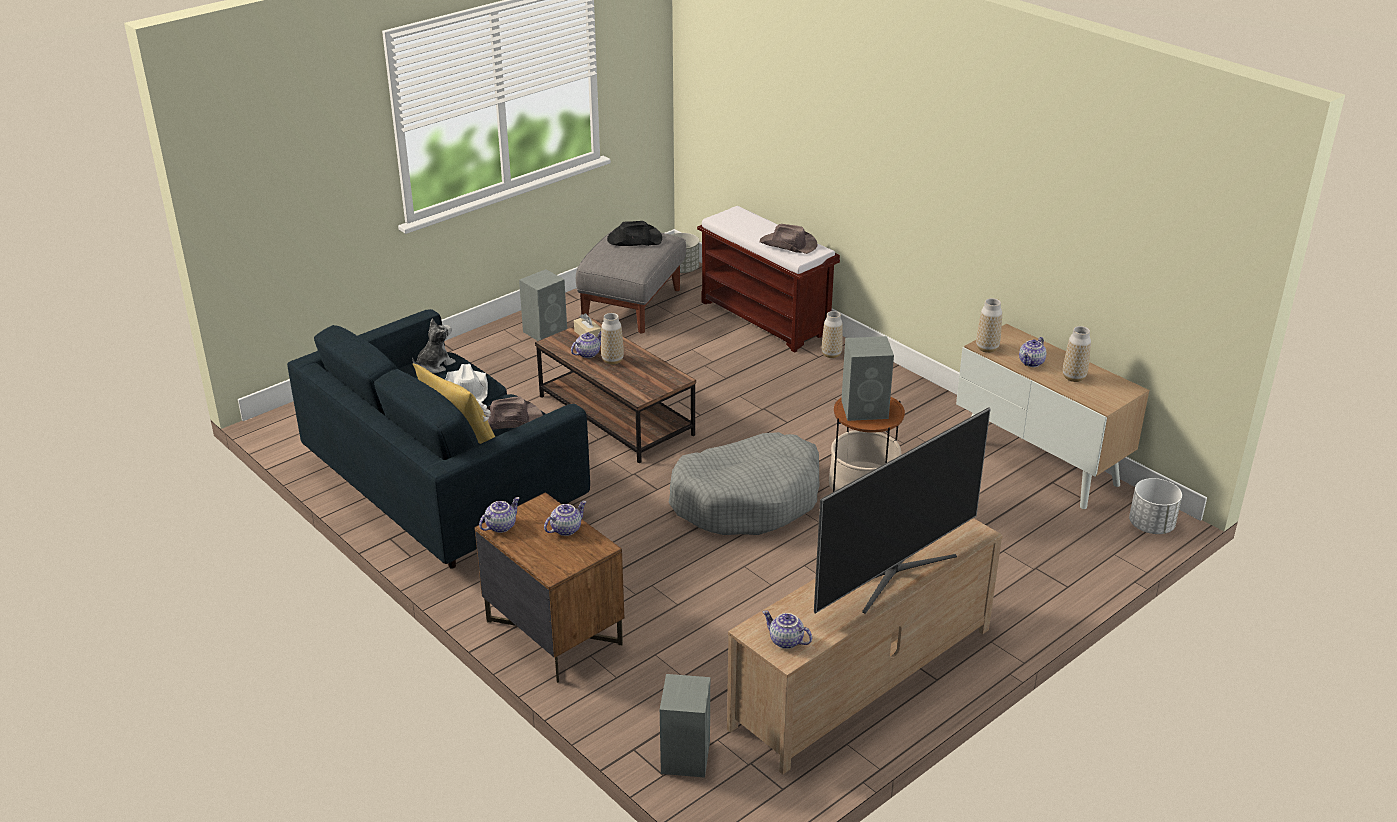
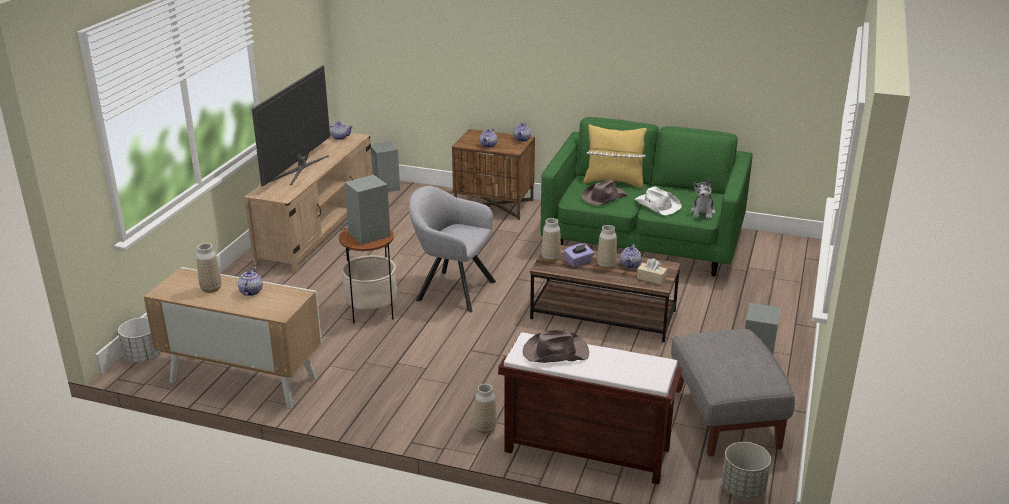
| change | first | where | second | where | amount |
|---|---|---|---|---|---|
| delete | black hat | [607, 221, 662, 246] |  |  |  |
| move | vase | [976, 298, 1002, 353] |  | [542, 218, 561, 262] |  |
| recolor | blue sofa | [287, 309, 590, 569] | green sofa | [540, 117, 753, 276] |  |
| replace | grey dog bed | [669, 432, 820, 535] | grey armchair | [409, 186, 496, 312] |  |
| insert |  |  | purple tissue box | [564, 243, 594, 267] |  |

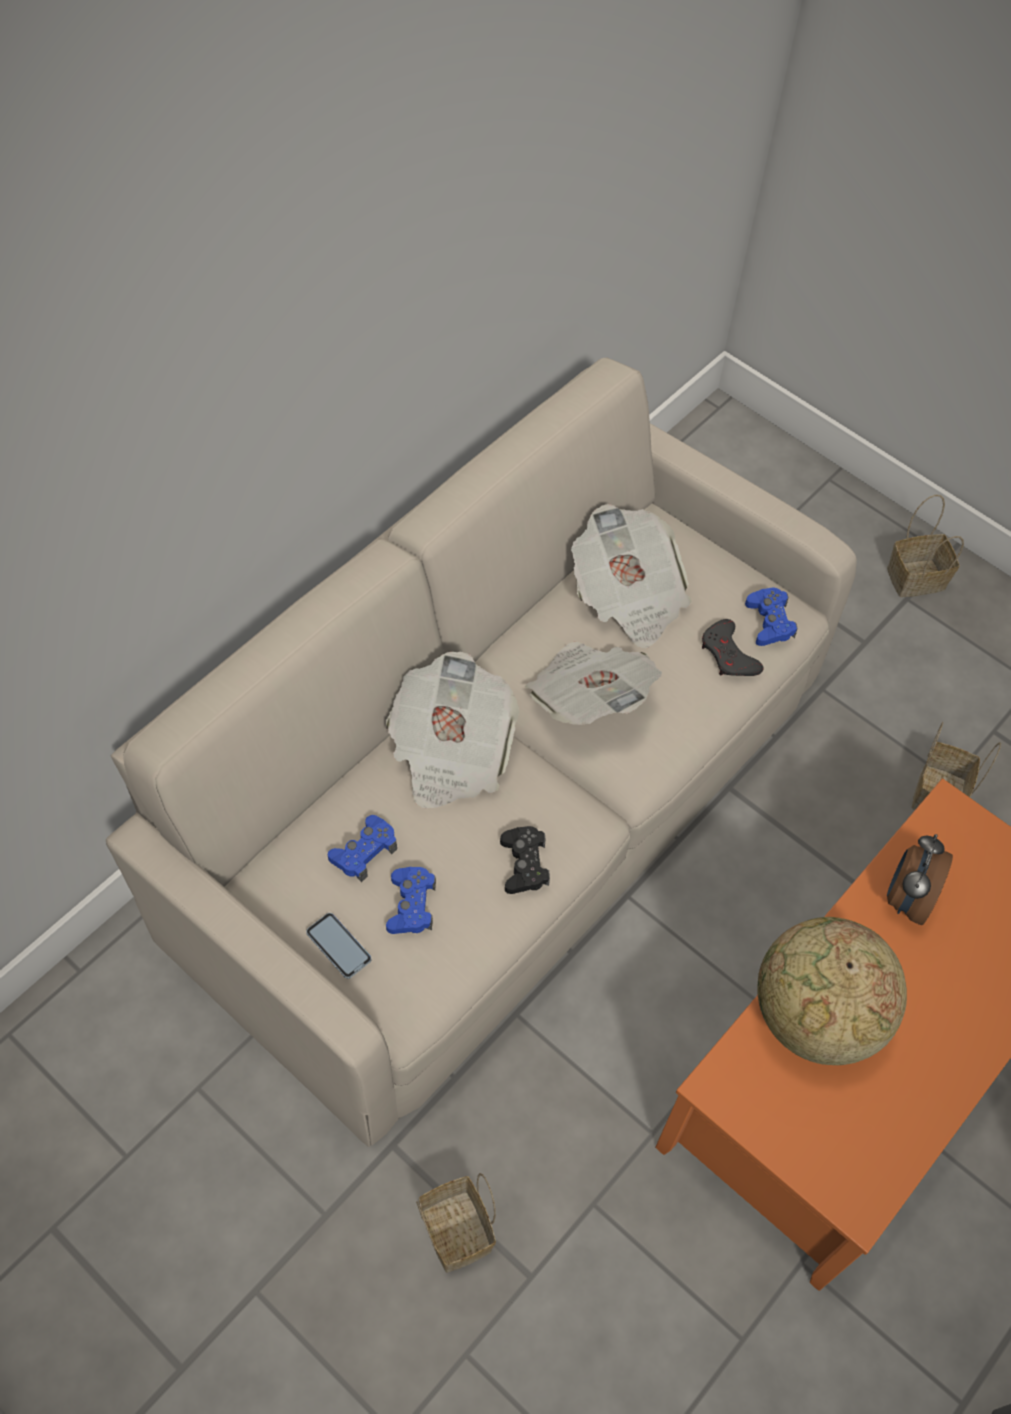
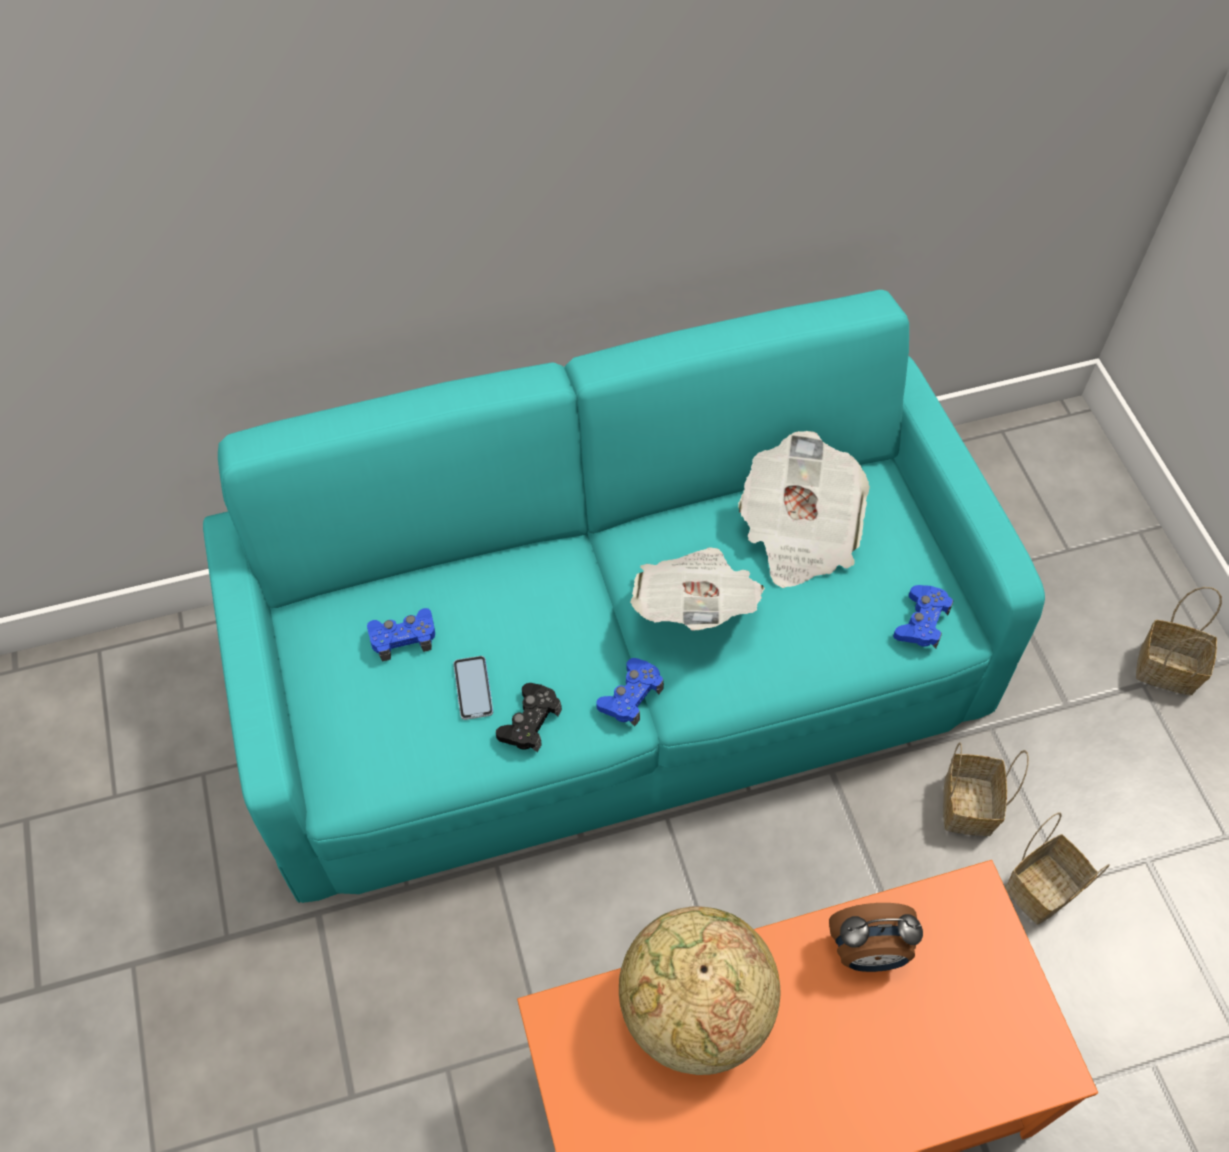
| change | first | where | second | where | amount |
|---|---|---|---|---|---|
| recolor | beige sofa | [106, 358, 857, 1147] | turquoise sofa | [203, 290, 1045, 903] |  |
| delete | grey game controller | [702, 619, 764, 676] |  |  |  |
| delete | newspaper | [386, 652, 520, 809] |  |  |  |
| rotate | alarm clock | [887, 834, 953, 925] |  | [829, 903, 923, 972] | 150 degrees counterclockwise |
| move | blue game controller | [386, 867, 436, 934] |  | [596, 658, 664, 726] |  |
| move | phone | [306, 913, 372, 979] |  | [453, 656, 493, 720] |  |
| move | basket | [416, 1173, 496, 1273] |  | [943, 742, 1029, 836] |  |

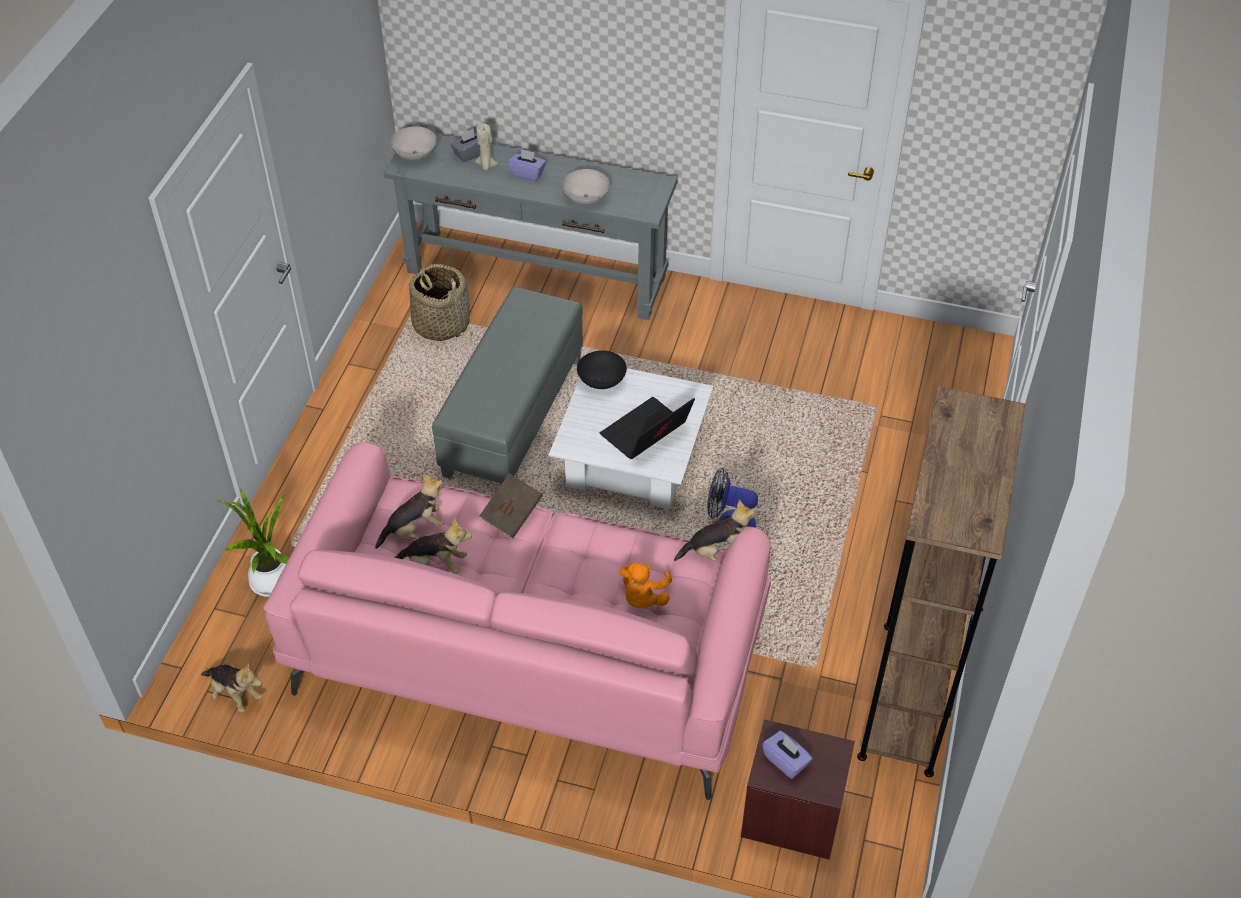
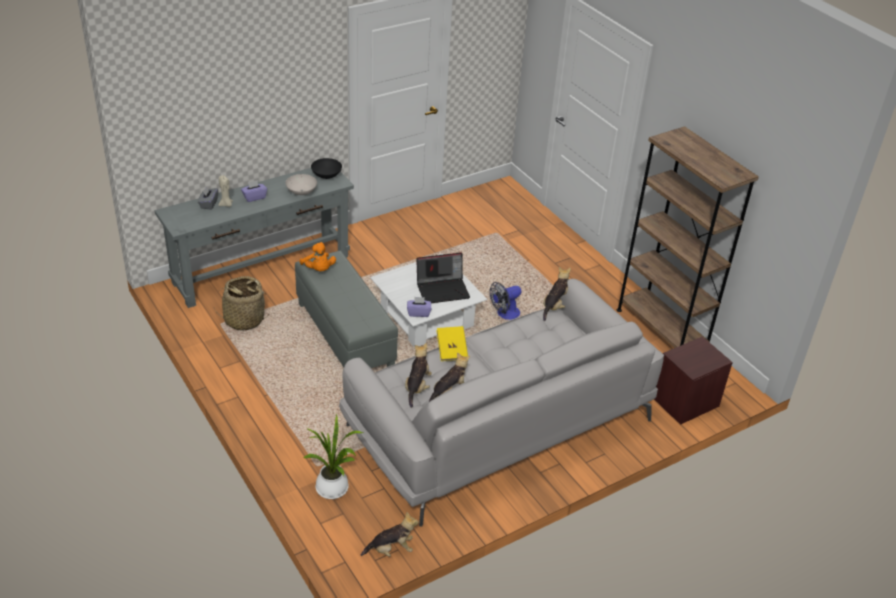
| change | first | where | second | where | amount |
|---|---|---|---|---|---|
| delete | white bowl | [390, 126, 437, 160] |  |  |  |
| move | black bowl | [577, 351, 627, 389] |  | [311, 158, 342, 179] |  |
| rotate | laptop | [600, 397, 695, 459] |  | [416, 253, 470, 303] | 105 degrees counterclockwise |
| recolor | pink sofa | [263, 442, 771, 800] | grey sofa | [339, 279, 664, 526] |  |
| recolor | brown book | [480, 474, 543, 538] | yellow book | [436, 326, 468, 361] |  |
| move | orange plush toy | [619, 563, 672, 608] |  | [300, 242, 336, 271] |  |
| move | purple tissue box | [762, 731, 813, 779] |  | [407, 297, 431, 317] |  |

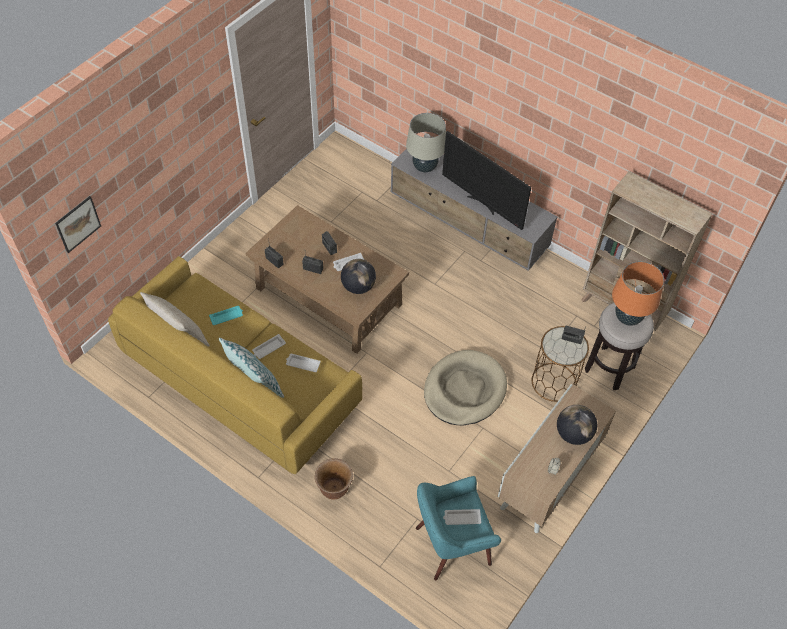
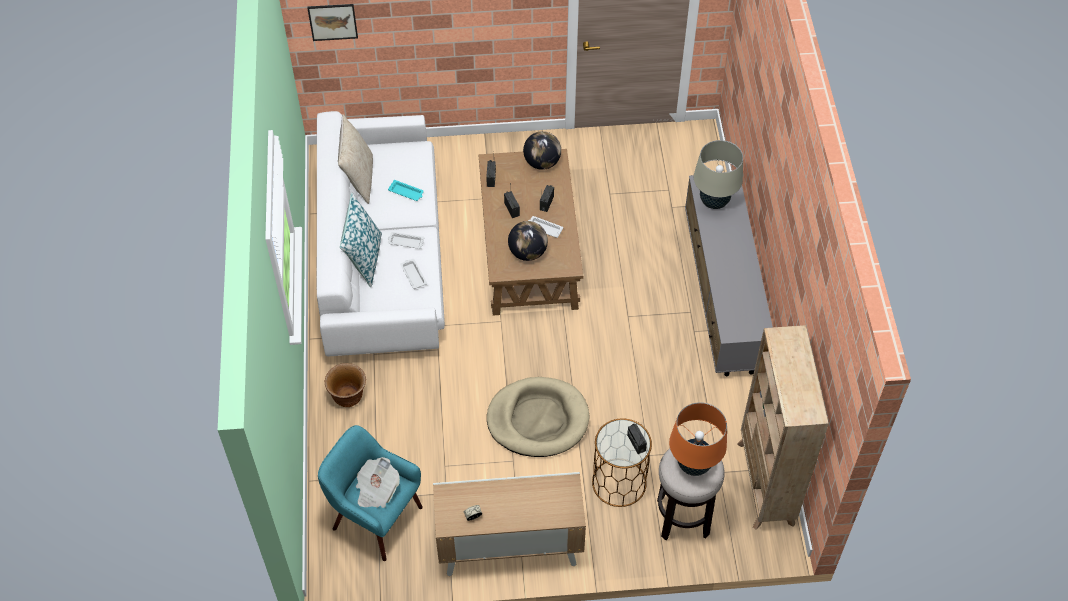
| change | first | where | second | where | amount |
|---|---|---|---|---|---|
| delete | television | [442, 131, 531, 230] |  |  |  |
| recolor | yellow sofa | [108, 256, 362, 474] | white sofa | [317, 111, 445, 356] |  |
| move | globe | [557, 405, 597, 445] |  | [523, 131, 561, 170] |  |
| replace | white tray | [443, 509, 481, 525] | newspaper | [356, 457, 400, 508] |  |

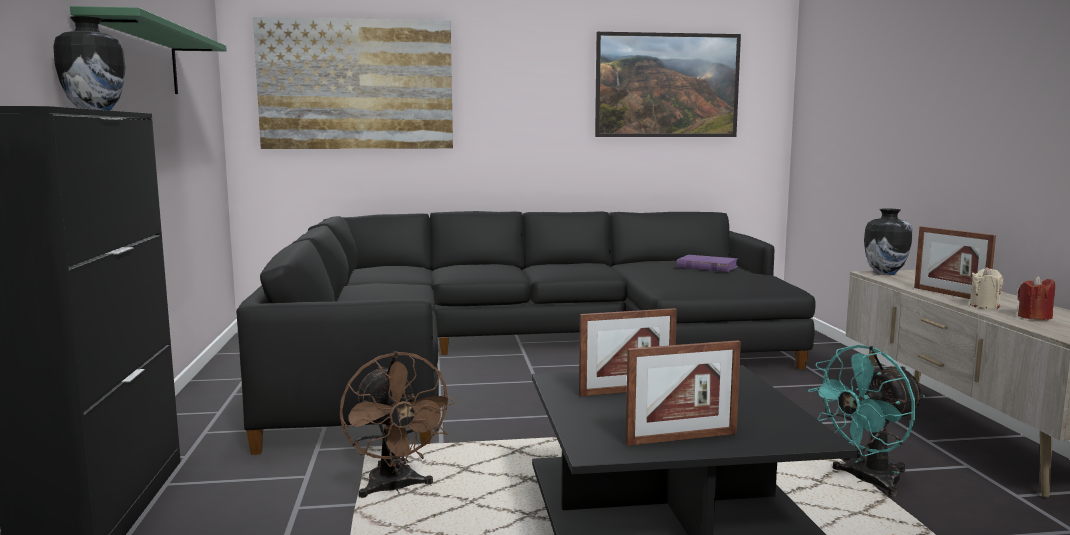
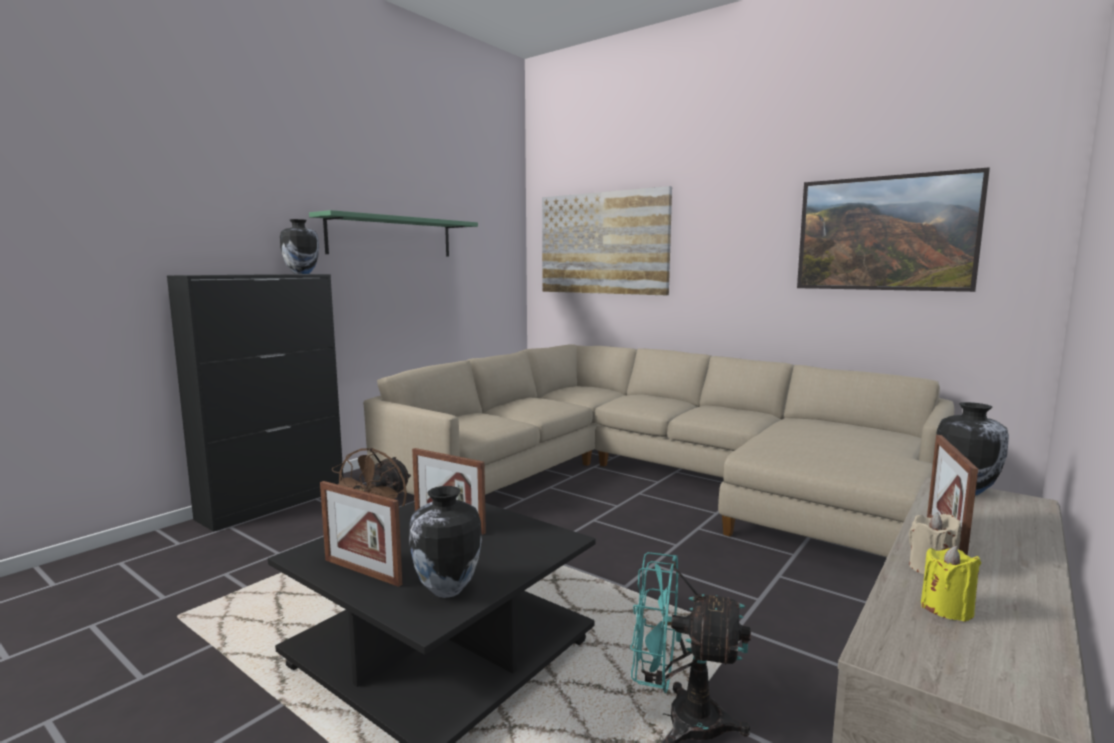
| change | first | where | second | where | amount |
|---|---|---|---|---|---|
| recolor | black sofa | [236, 211, 816, 455] | beige sofa | [363, 344, 954, 557] |  |
| delete | purple book | [676, 255, 738, 272] |  |  |  |
| recolor | red candle | [1018, 276, 1055, 320] | yellow candle | [921, 546, 981, 622] |  |
| insert |  |  | vase | [409, 486, 482, 598] |  |

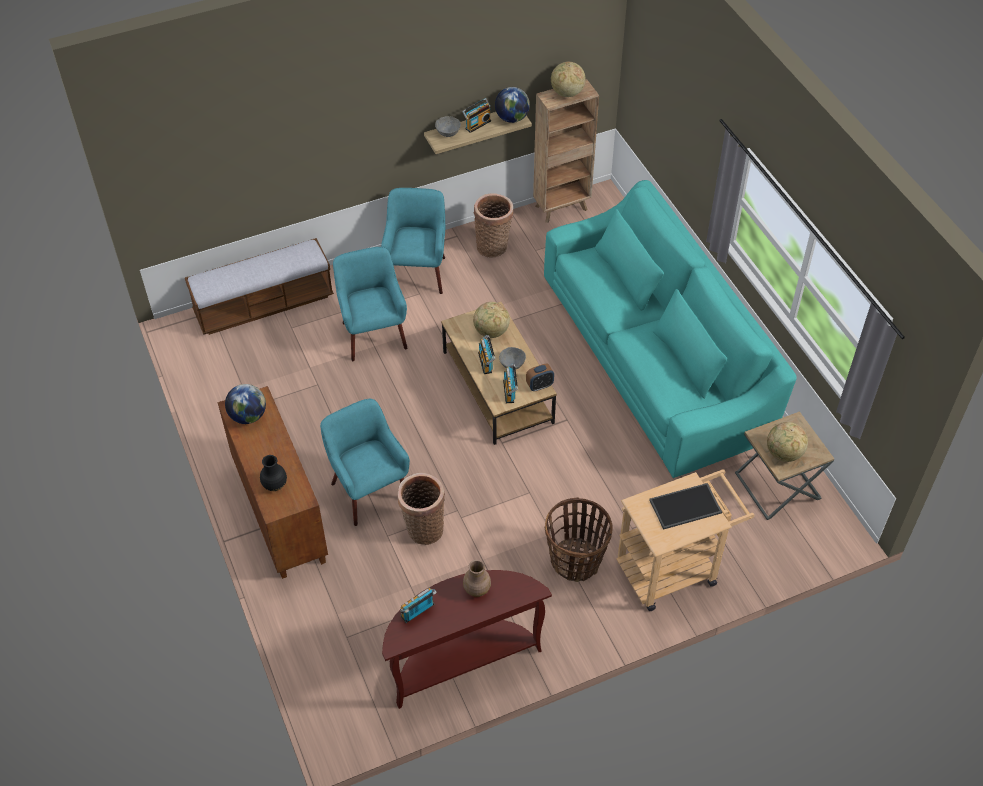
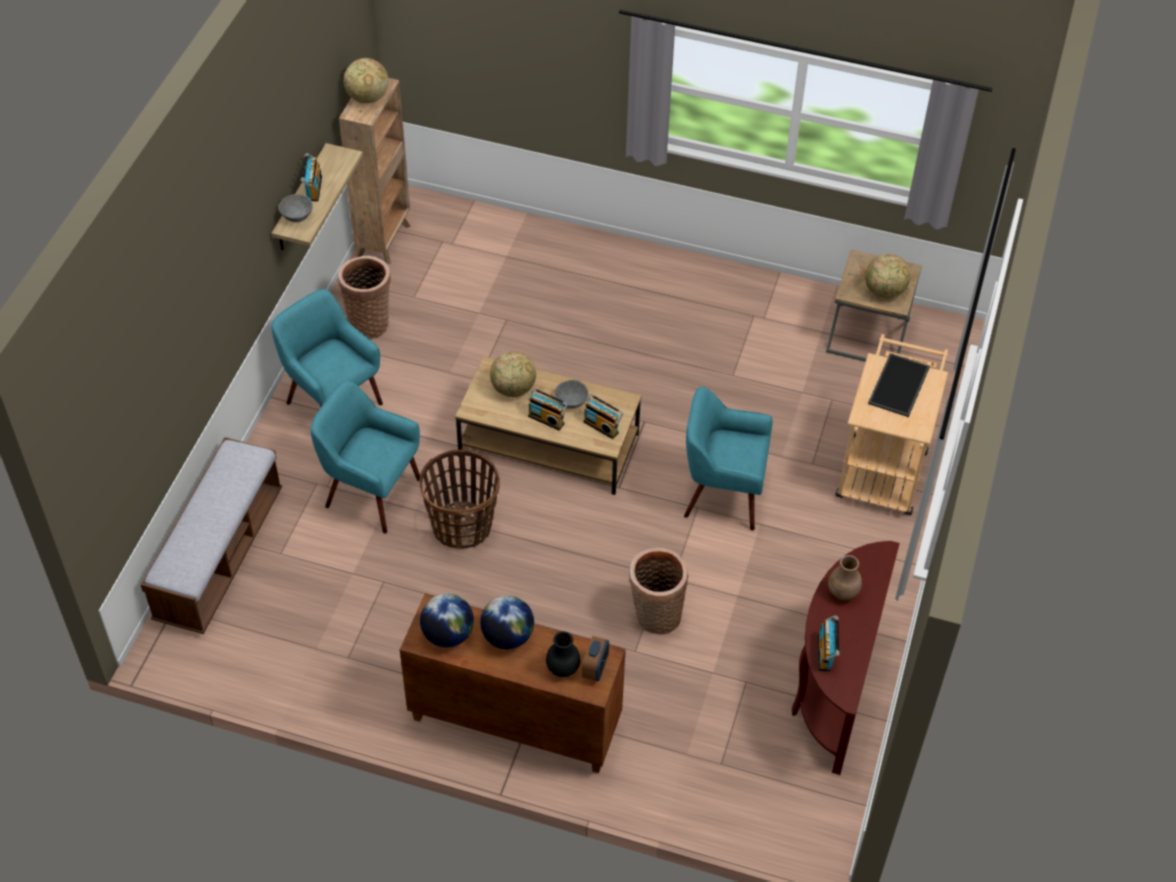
| change | first | where | second | where | amount |
|---|---|---|---|---|---|
| move | globe | [495, 87, 530, 123] |  | [480, 595, 534, 649] |  |
| delete | turquoise sofa | [544, 180, 797, 478] |  |  |  |
| move | alarm clock | [526, 363, 554, 392] |  | [582, 636, 609, 681] |  |
| move | turquoise armchair | [320, 399, 410, 526] |  | [684, 387, 772, 531] |  |
| move | basket | [545, 497, 613, 582] |  | [419, 450, 500, 549] |  |

